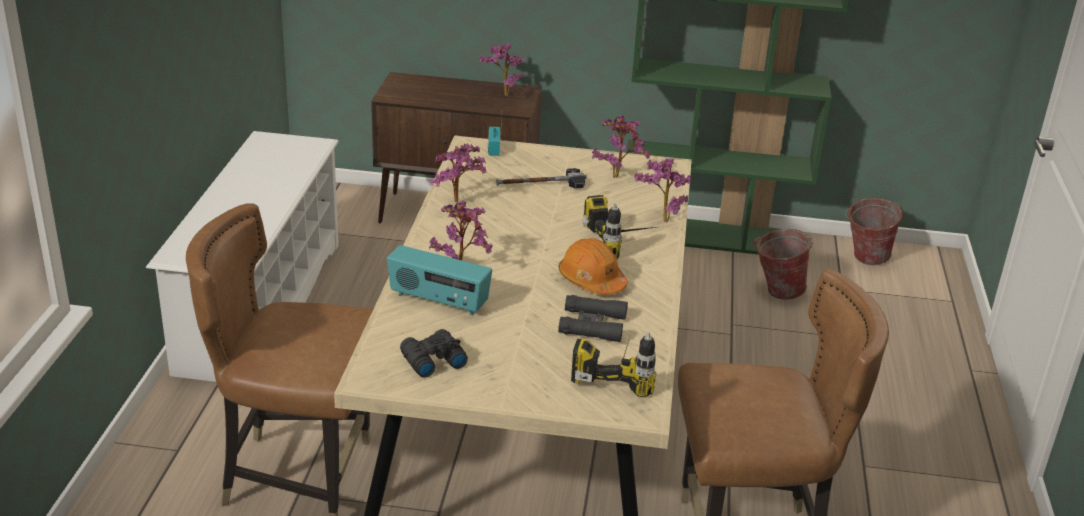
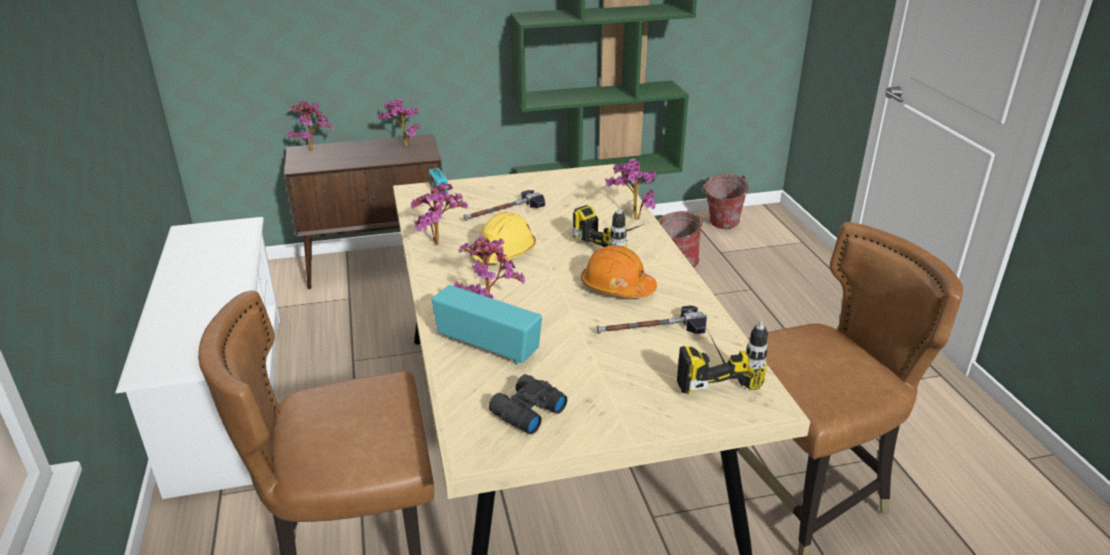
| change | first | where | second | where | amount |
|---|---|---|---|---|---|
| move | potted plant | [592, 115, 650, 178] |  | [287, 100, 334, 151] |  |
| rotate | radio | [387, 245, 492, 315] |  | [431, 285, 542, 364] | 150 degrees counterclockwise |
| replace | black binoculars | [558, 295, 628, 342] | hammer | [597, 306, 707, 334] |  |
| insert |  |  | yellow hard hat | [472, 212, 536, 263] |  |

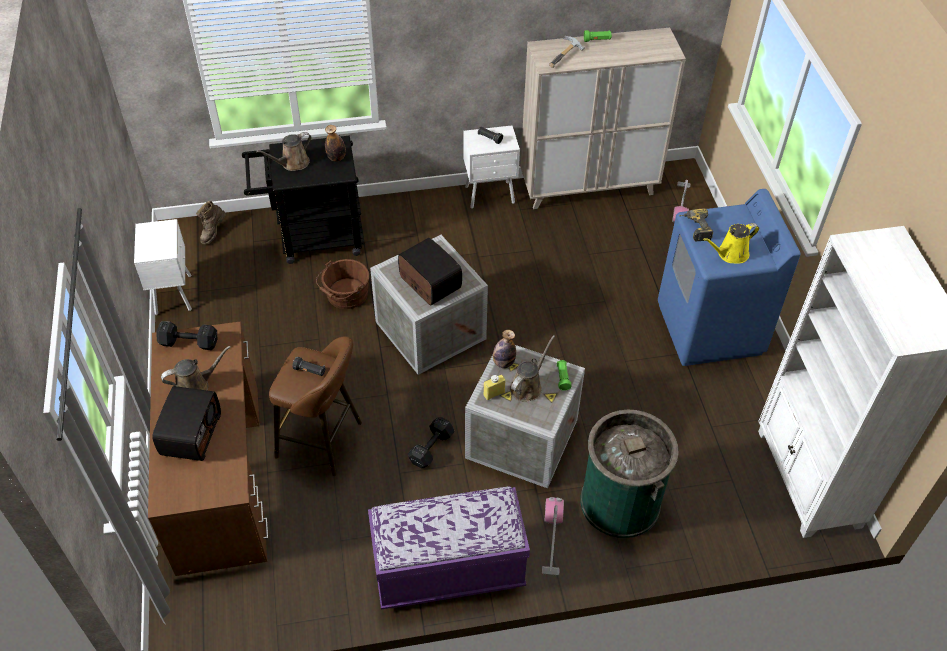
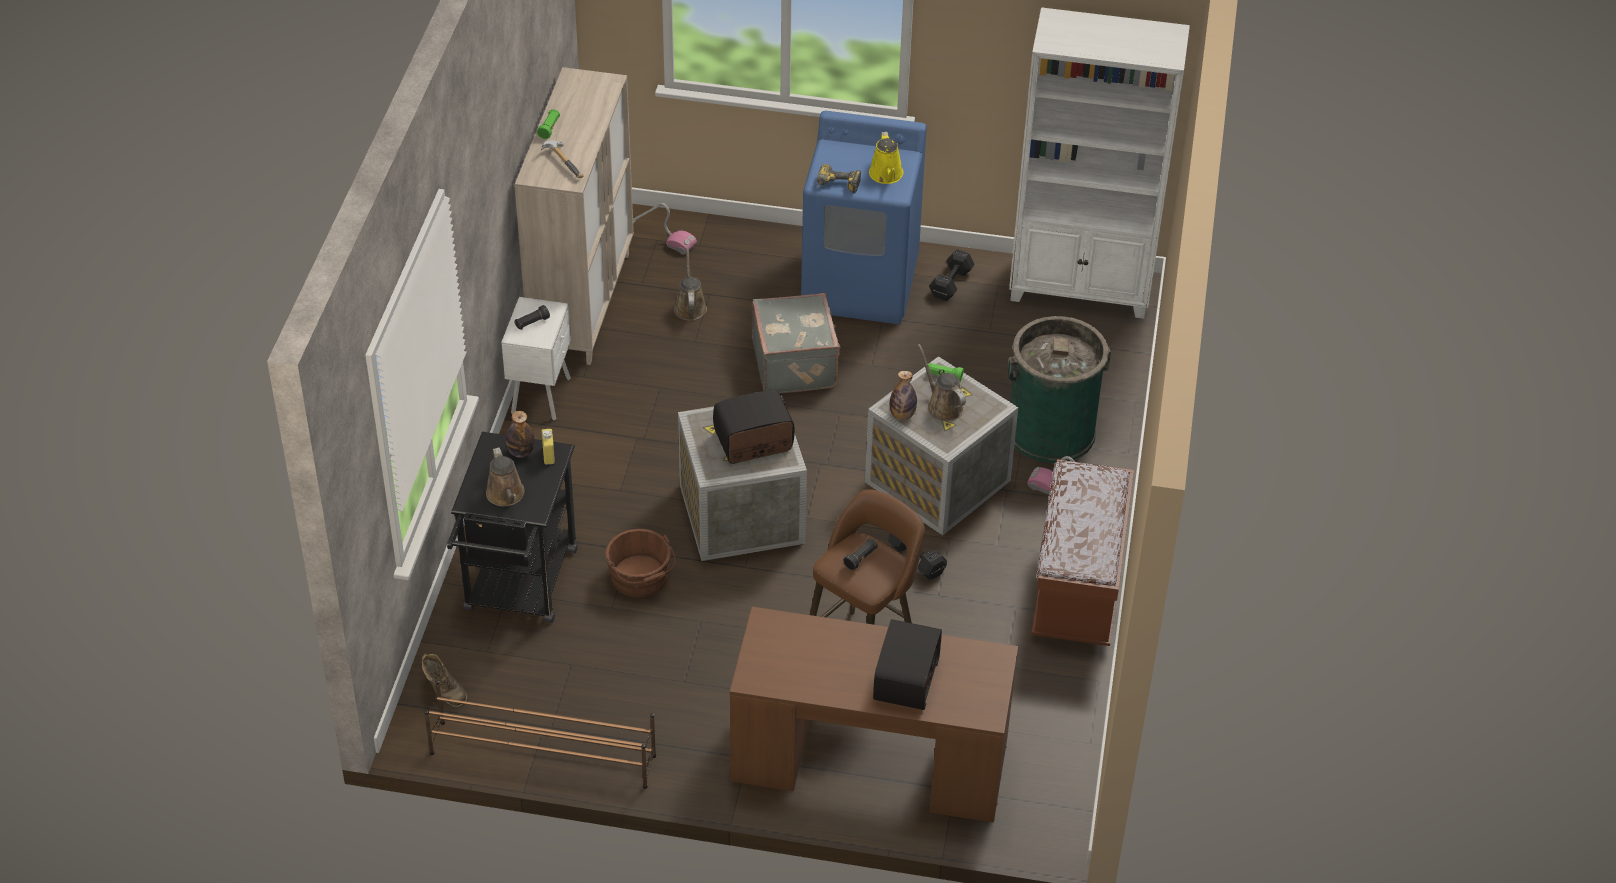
| change | first | where | second | where | amount |
|---|---|---|---|---|---|
| replace | white nightstand | [134, 219, 192, 315] | brown shoe rack | [424, 680, 656, 789] |  |
| move | black dumbbell | [156, 321, 217, 350] |  | [929, 249, 975, 301] |  |
| move | brown watering can | [161, 346, 231, 390] |  | [674, 246, 707, 321] |  |
| move | yellow bottle | [484, 375, 506, 400] |  | [542, 429, 555, 465] |  |
| rotate | radio | [152, 386, 221, 461] |  | [873, 619, 942, 710] | 75 degrees clockwise |
| recolor | purple bench | [368, 486, 530, 610] | brown bench | [1031, 459, 1134, 646] |  |
| insert |  |  | grey suitcase | [752, 293, 841, 393] |  |

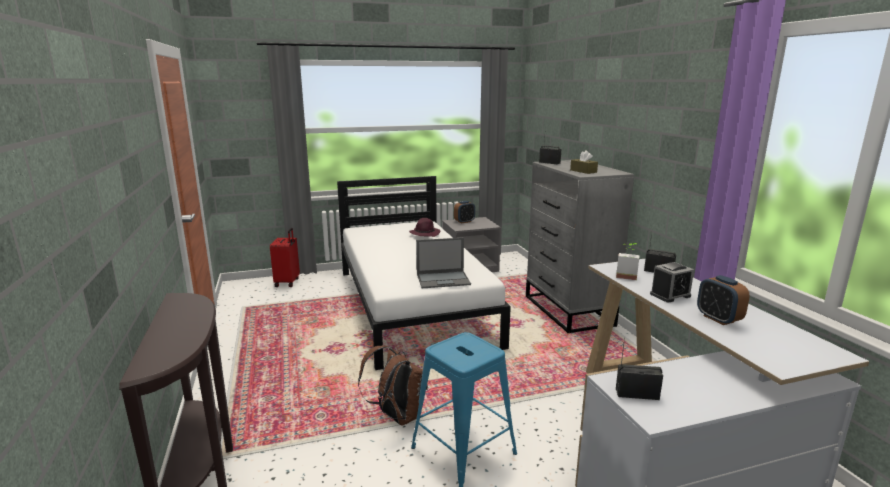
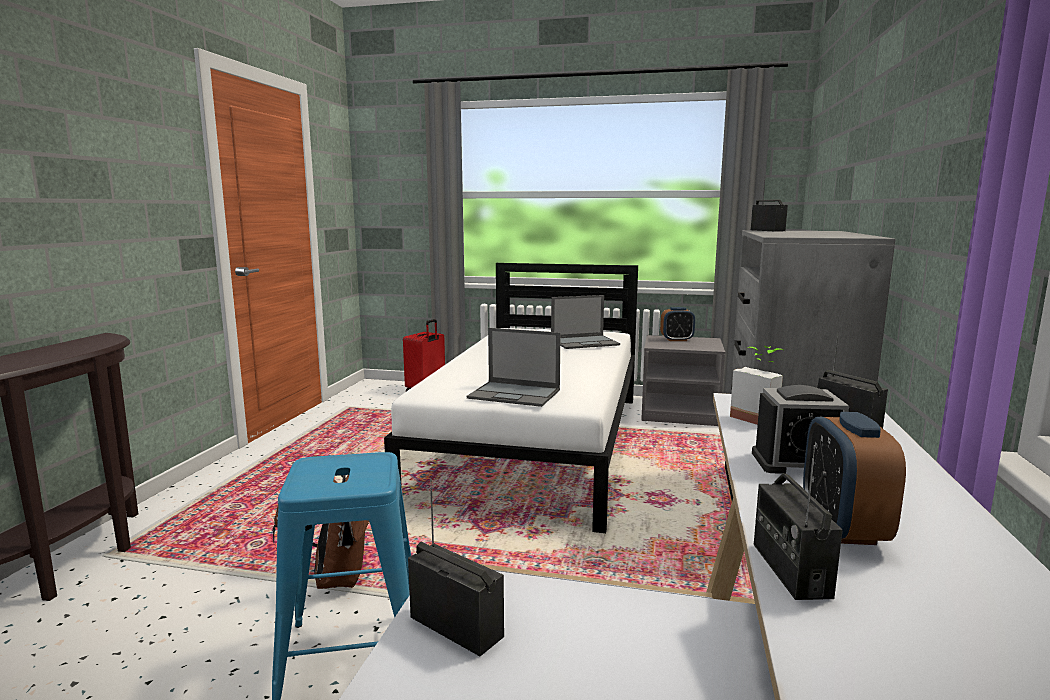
| change | first | where | second | where | amount |
|---|---|---|---|---|---|
| delete | brown tissue box | [570, 150, 598, 174] |  |  |  |
| replace | purple hat | [409, 218, 440, 237] | laptop | [551, 295, 620, 349] |  |
| insert |  |  | radio | [754, 445, 843, 600] |  |

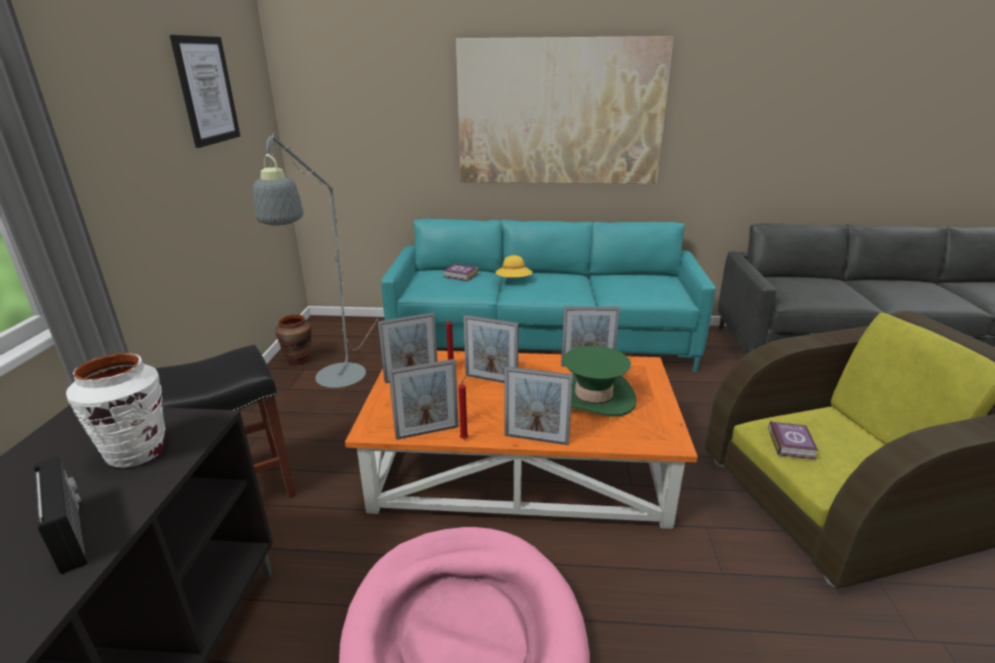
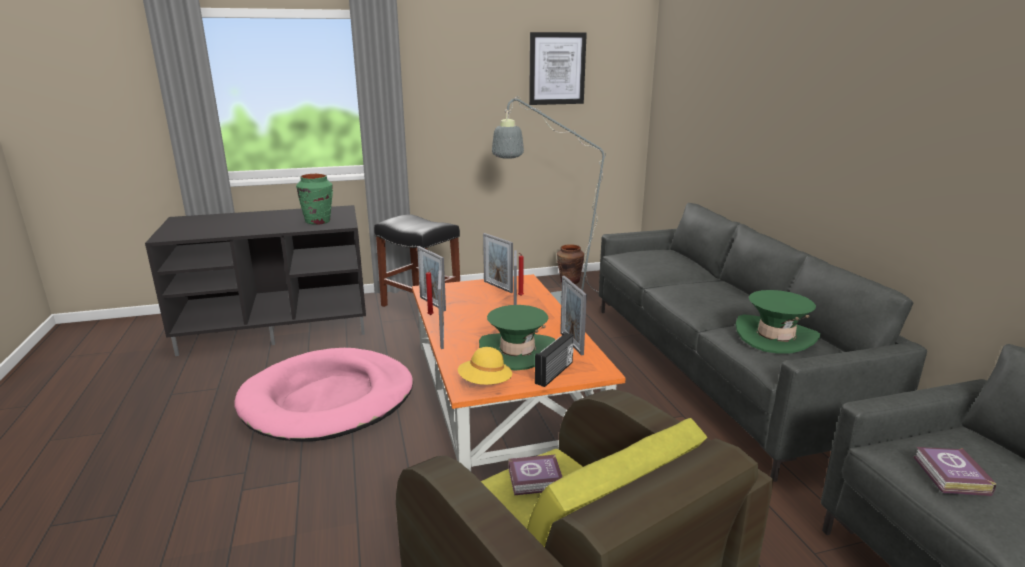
| change | first | where | second | where | amount |
|---|---|---|---|---|---|
| delete | picture | [456, 36, 674, 184] |  |  |  |
| recolor | turquoise sofa | [381, 219, 716, 372] | grey sofa | [599, 203, 927, 482] |  |
| move | yellow hat | [496, 255, 533, 278] |  | [458, 347, 512, 385] |  |
| move | book | [443, 263, 478, 281] |  | [913, 447, 996, 496] |  |
| recolor | white vase | [66, 353, 165, 468] | green vase | [296, 174, 333, 225] |  |
| move | radio | [34, 456, 88, 574] |  | [535, 332, 574, 387] |  |
| insert |  |  | green hat | [736, 290, 820, 354] |  |

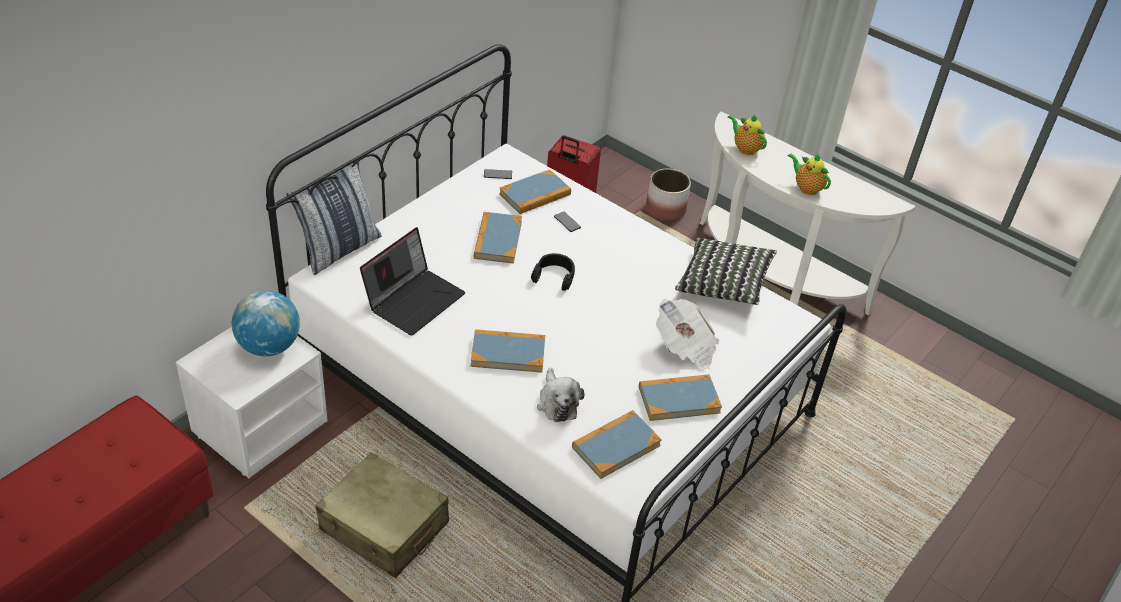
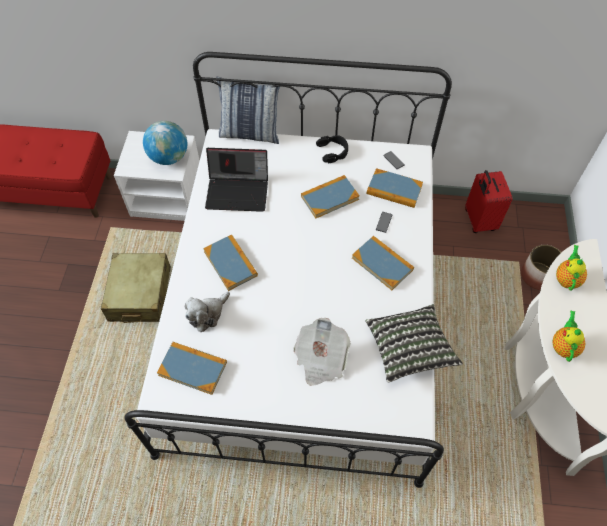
| change | first | where | second | where | amount |
|---|---|---|---|---|---|
| move | black headphones | [531, 253, 575, 291] |  | [316, 135, 348, 163] |  |
| move | book | [639, 374, 722, 421] |  | [352, 236, 414, 290] |  |

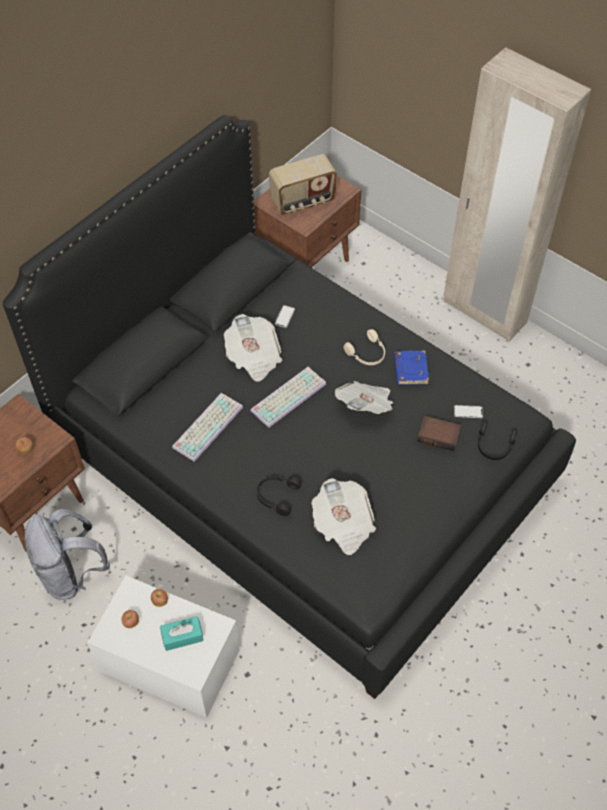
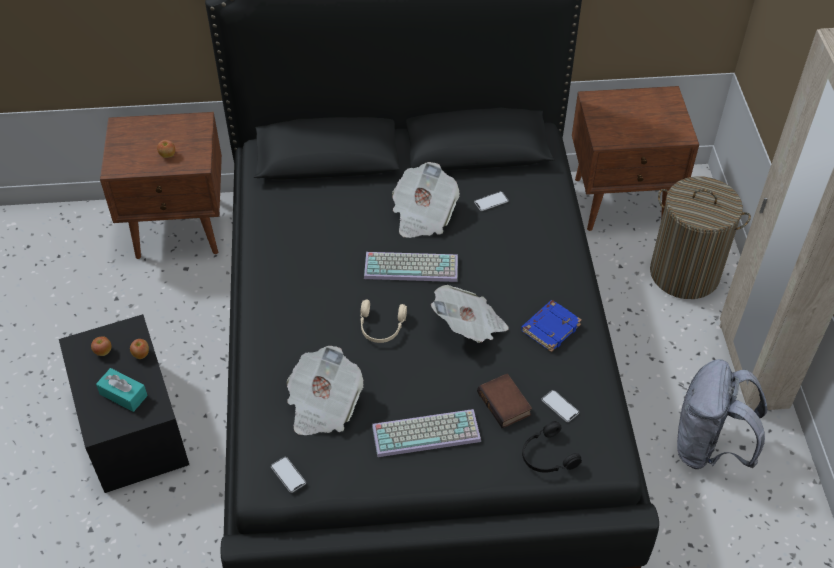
| change | first | where | second | where | amount |
|---|---|---|---|---|---|
| delete | radio | [269, 154, 337, 215] |  |  |  |
| move | beige headphones | [344, 329, 385, 365] |  | [361, 300, 407, 343] |  |
| move | keyboard | [172, 393, 243, 462] |  | [372, 409, 481, 457] |  |
| delete | black headphones | [256, 477, 301, 516] |  |  |  |
| move | grey backpack | [24, 509, 110, 600] |  | [677, 359, 768, 469] |  |
| recolor | white storage box | [87, 576, 240, 718] | black storage box | [59, 314, 189, 493] |  |
| insert |  |  | laundry basket | [650, 176, 751, 299] |  |
| insert |  |  | phone | [271, 457, 306, 493] |  |

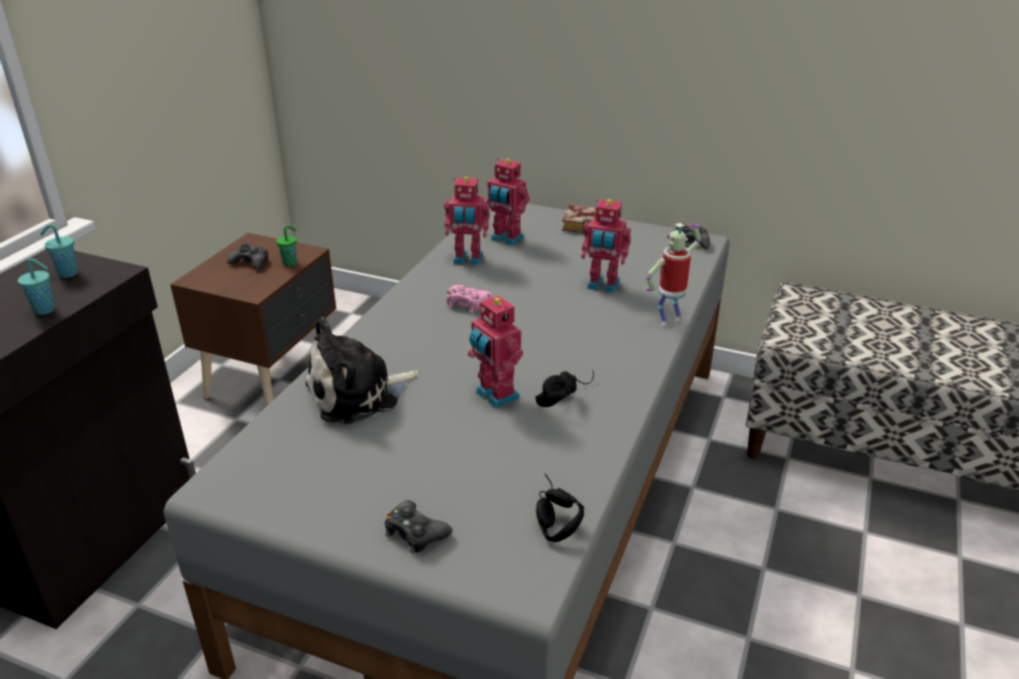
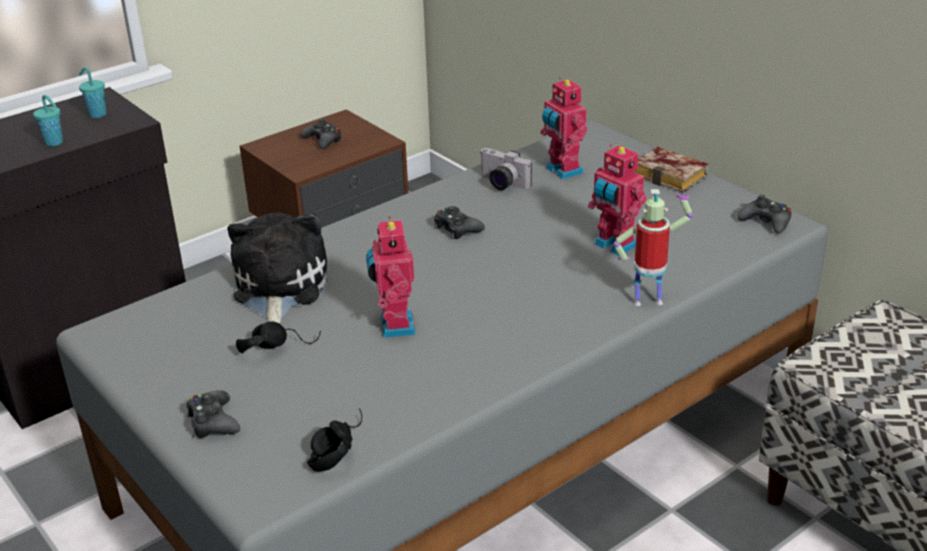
| change | first | where | second | where | amount |
|---|---|---|---|---|---|
| replace | toy robot | [444, 177, 490, 265] | photo camera | [481, 148, 532, 190] |  |
| delete | green cup | [276, 226, 297, 267] |  |  |  |
| recolor | pink game controller | [447, 285, 493, 313] | black game controller | [434, 206, 485, 239] |  |
| rotate | plush toy | [305, 317, 419, 424] |  | [227, 212, 328, 324] | 90 degrees clockwise |
| move | black headphones | [535, 371, 594, 407] |  | [236, 321, 321, 353] |  |

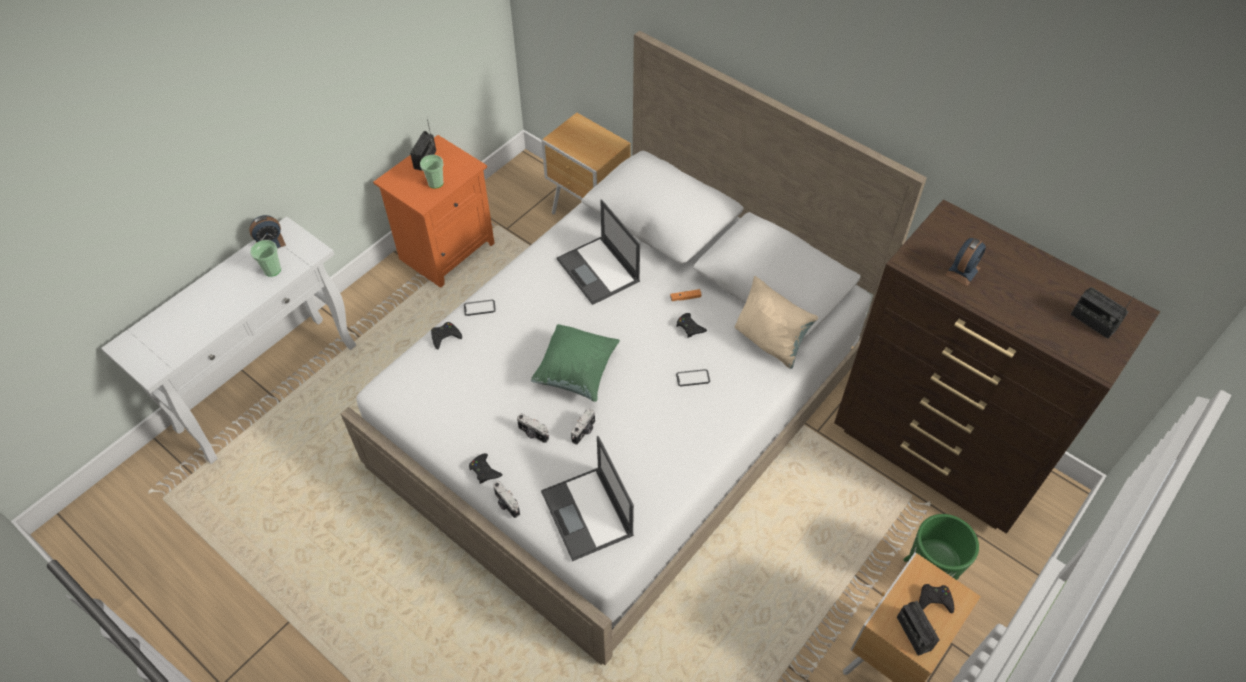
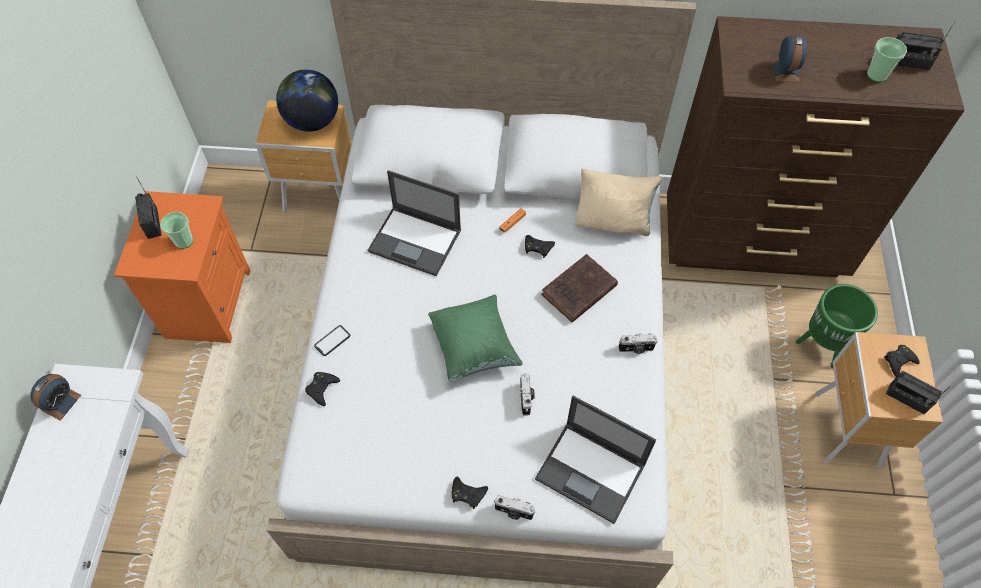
| change | first | where | second | where | amount |
|---|---|---|---|---|---|
| move | cup | [250, 240, 281, 277] |  | [867, 37, 907, 82] |  |
| replace | phone | [676, 369, 710, 386] | brown book | [541, 254, 618, 322] |  |
| move | photo camera | [517, 413, 549, 443] |  | [619, 334, 658, 354] |  |
| insert |  |  | globe | [276, 69, 338, 132] |  |

